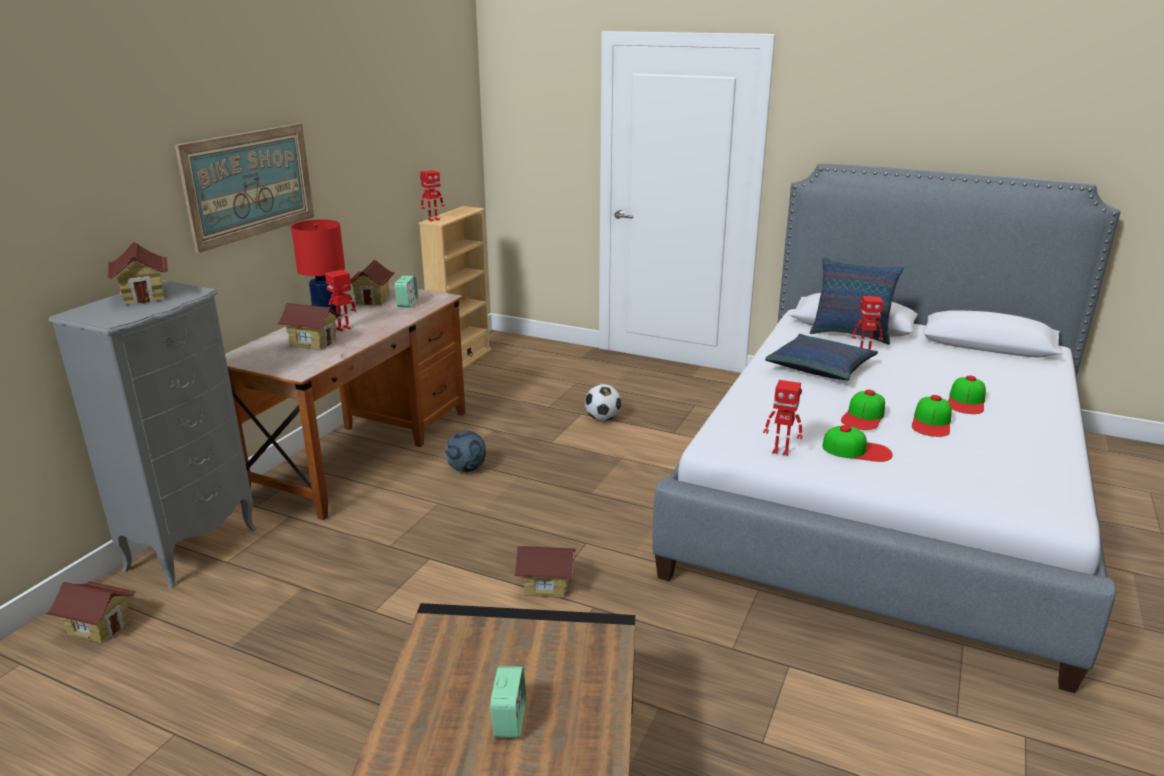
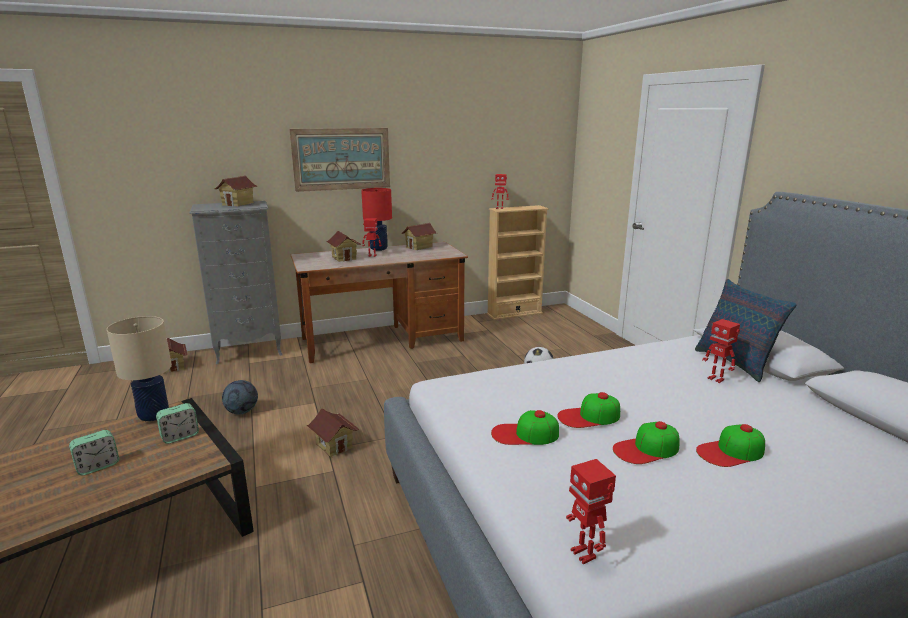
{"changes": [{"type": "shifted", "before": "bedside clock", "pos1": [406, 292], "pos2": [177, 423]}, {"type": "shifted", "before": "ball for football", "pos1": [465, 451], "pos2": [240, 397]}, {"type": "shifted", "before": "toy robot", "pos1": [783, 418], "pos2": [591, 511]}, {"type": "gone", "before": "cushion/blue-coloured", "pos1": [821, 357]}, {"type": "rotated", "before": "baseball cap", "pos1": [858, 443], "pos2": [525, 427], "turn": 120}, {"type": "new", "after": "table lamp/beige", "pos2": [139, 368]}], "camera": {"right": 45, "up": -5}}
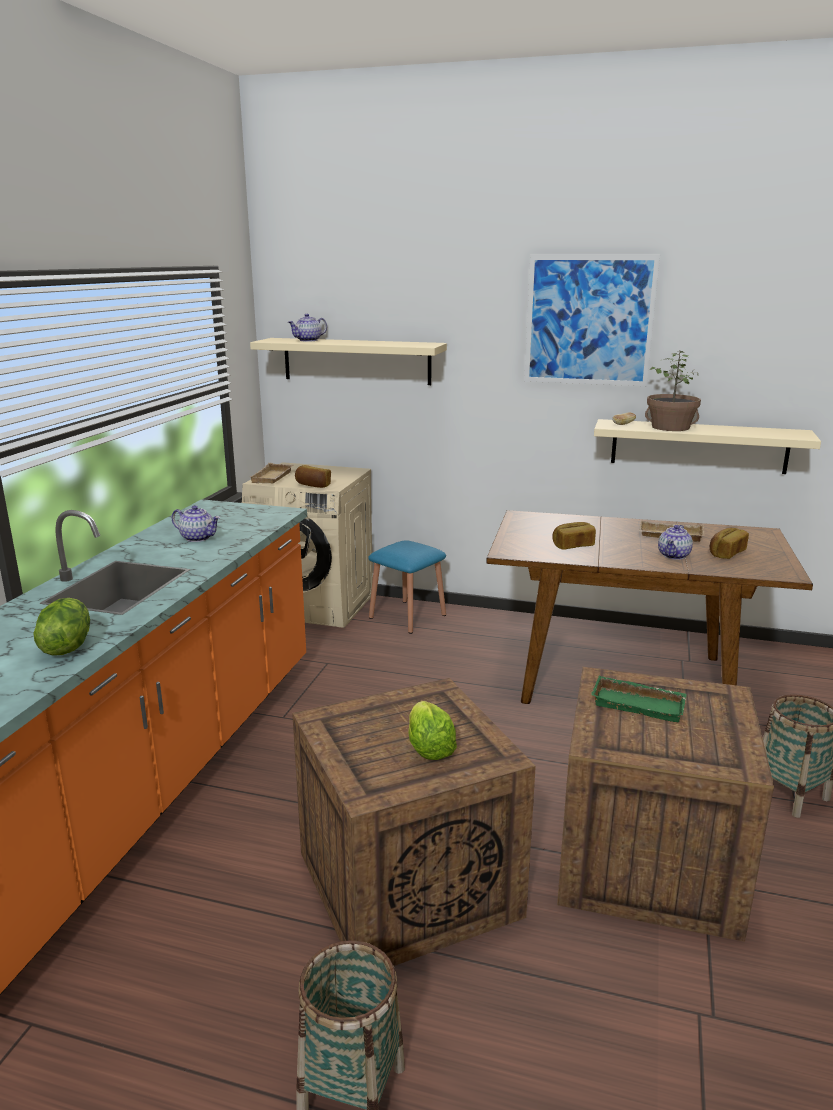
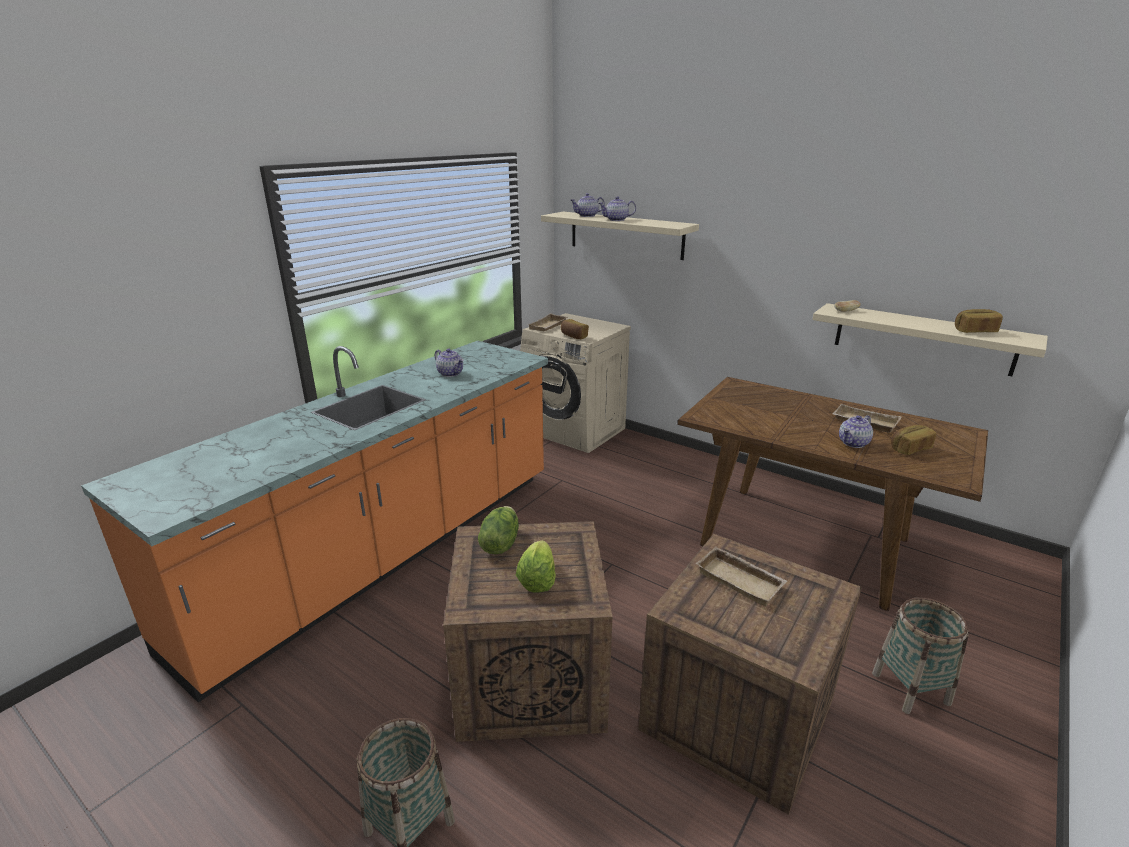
{"changes": [{"type": "shifted", "before": "head of lettuce", "pos1": [61, 626], "pos2": [498, 530]}, {"type": "gone", "before": "sitting stool/blue-coloured", "pos1": [407, 587]}, {"type": "gone", "before": "wall art", "pos1": [592, 320]}, {"type": "shifted", "before": "bakery bread", "pos1": [574, 536], "pos2": [979, 321]}, {"type": "repainted", "before": "serving tray/greenish", "after": "serving tray/beige", "pos1": [639, 699], "pos2": [741, 576]}, {"type": "gone", "before": "houseplant", "pos1": [673, 391]}, {"type": "new", "after": "teapot", "pos2": [617, 208]}], "camera": {"right": 20, "up": 5}}
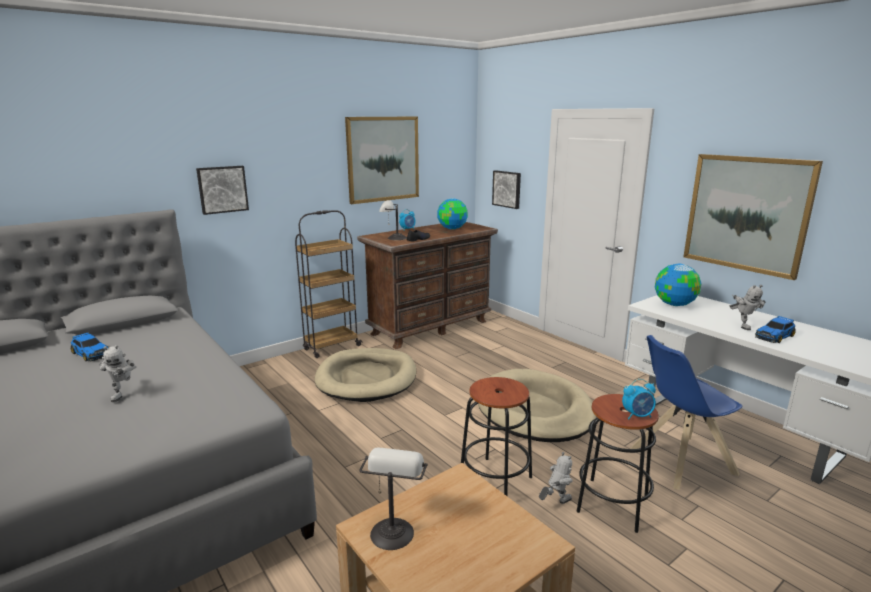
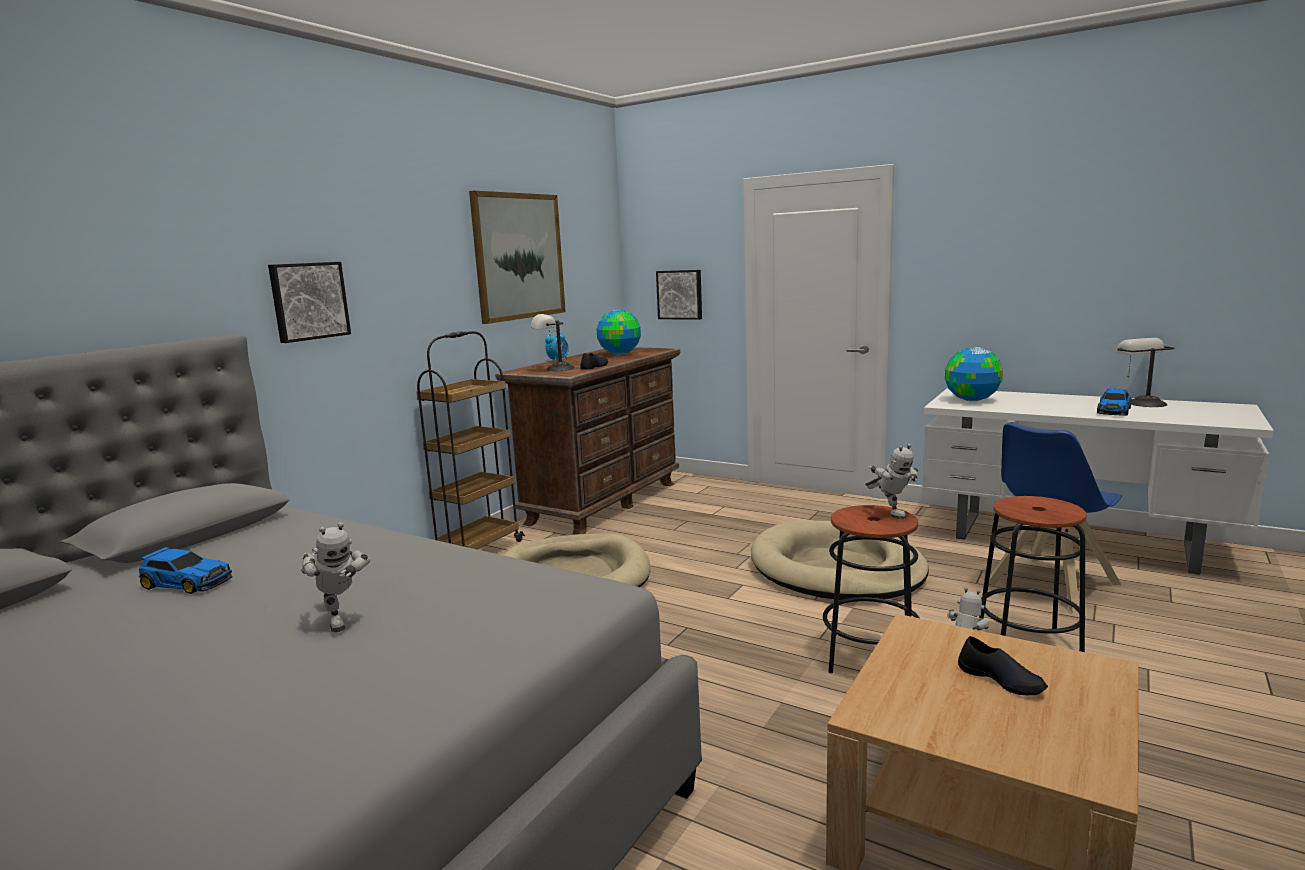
{"changes": [{"type": "shifted", "before": "table lamp", "pos1": [393, 499], "pos2": [1144, 372]}, {"type": "gone", "before": "bedside clock", "pos1": [639, 399]}, {"type": "gone", "before": "wall art", "pos1": [753, 217]}, {"type": "shifted", "before": "toy robot", "pos1": [748, 307], "pos2": [891, 481]}, {"type": "new", "after": "item of footwear/black-coloured", "pos2": [1003, 665]}], "camera": {"right": -20, "up": -5}}
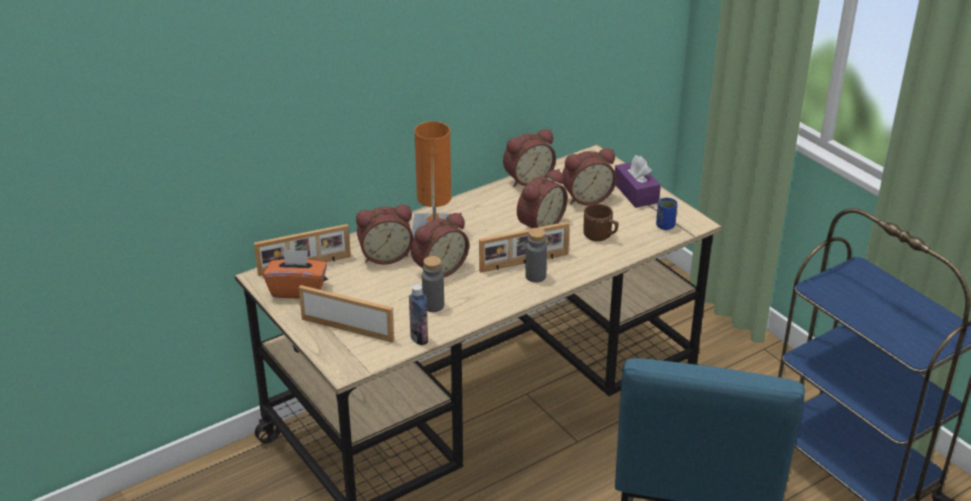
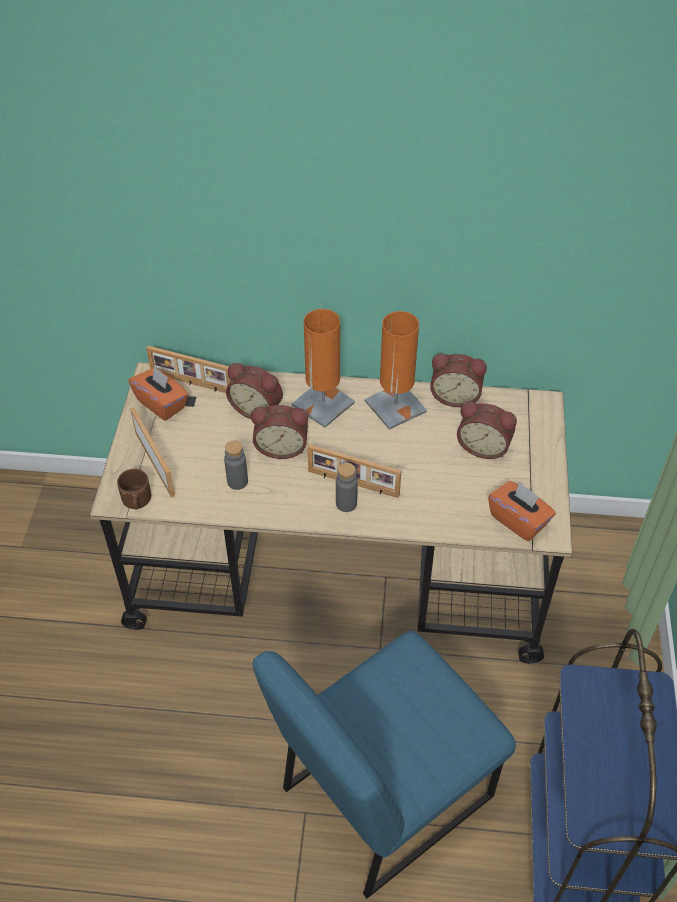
{"changes": [{"type": "gone", "before": "beverage bottle", "pos1": [418, 314]}, {"type": "gone", "before": "bedside clock", "pos1": [542, 198]}, {"type": "shifted", "before": "coffee mug/brownish", "pos1": [600, 222], "pos2": [134, 489]}, {"type": "gone", "before": "tissue holder/purple-coloured", "pos1": [638, 181]}, {"type": "swapped", "before": "cup/blue-coloured", "after": "tissue holder/orange", "pos1": [666, 214], "pos2": [522, 511]}, {"type": "new", "after": "table lamp/orange", "pos2": [396, 370]}], "camera": {"right": 40, "up": 15}}
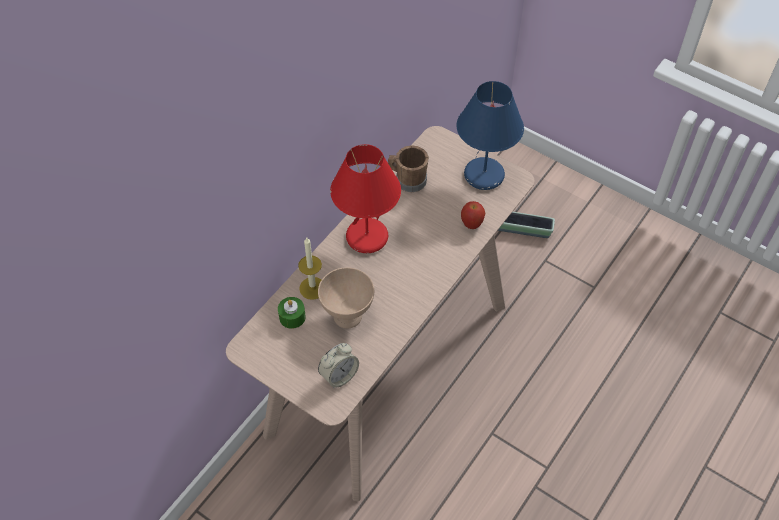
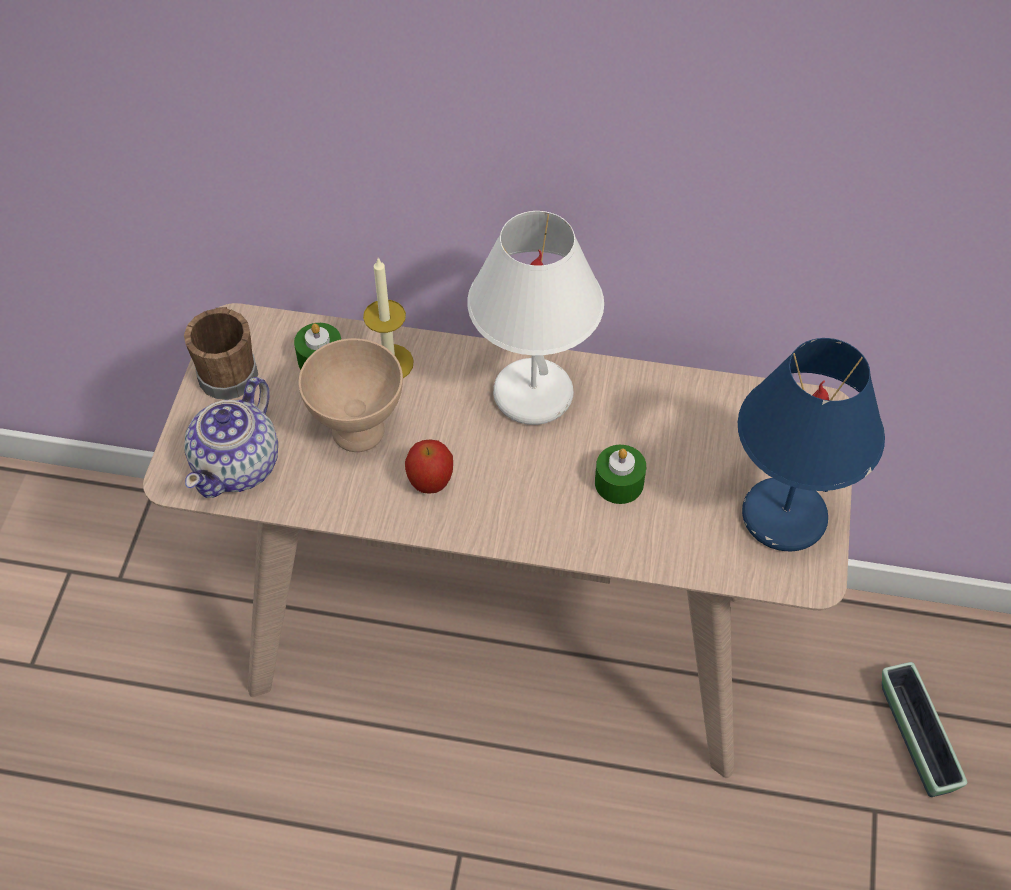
{"changes": [{"type": "swapped", "before": "bedside clock", "after": "teapot", "pos1": [338, 365], "pos2": [231, 437]}, {"type": "repainted", "before": "table lamp/red-coloured", "after": "table lamp/white-coloured", "pos1": [365, 198], "pos2": [535, 318]}, {"type": "shifted", "before": "coffee mug/brownish", "pos1": [408, 169], "pos2": [221, 353]}, {"type": "shifted", "before": "whole apple", "pos1": [473, 215], "pos2": [429, 466]}, {"type": "new", "after": "wax light/greenish", "pos2": [620, 474]}], "camera": {"right": 65, "up": 0}}
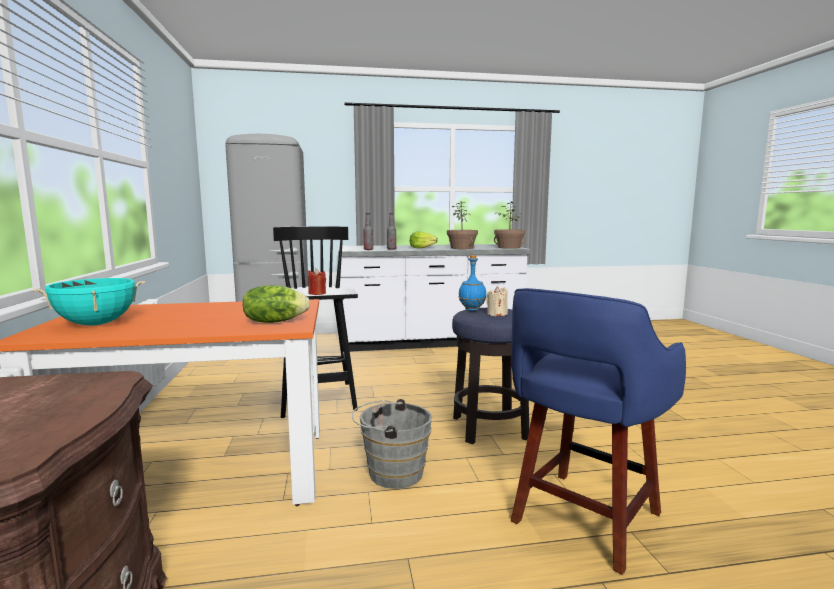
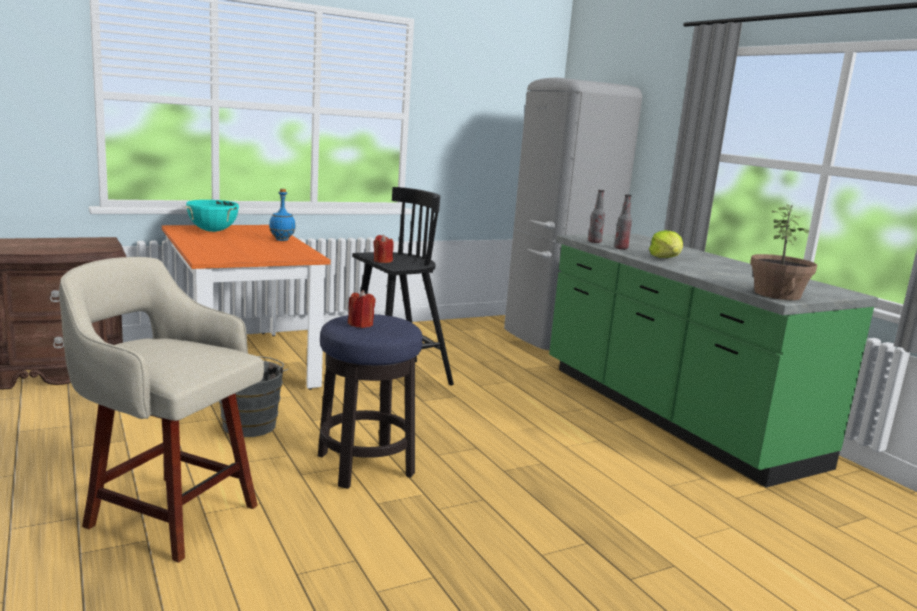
{"changes": [{"type": "gone", "before": "head of lettuce", "pos1": [276, 304]}, {"type": "repainted", "before": "kitchen base unit/white-coloured", "after": "kitchen base unit/greenish", "pos1": [434, 297], "pos2": [713, 361]}, {"type": "gone", "before": "houseplant", "pos1": [462, 225]}, {"type": "shifted", "before": "beverage bottle/blue-coloured", "pos1": [472, 283], "pos2": [282, 215]}, {"type": "repainted", "before": "wax light/beige", "after": "wax light/red-coloured", "pos1": [497, 301], "pos2": [362, 309]}, {"type": "repainted", "before": "sitting stool/blue-coloured", "after": "sitting stool/beige", "pos1": [598, 431], "pos2": [161, 410]}], "camera": {"right": 70, "up": 5}}
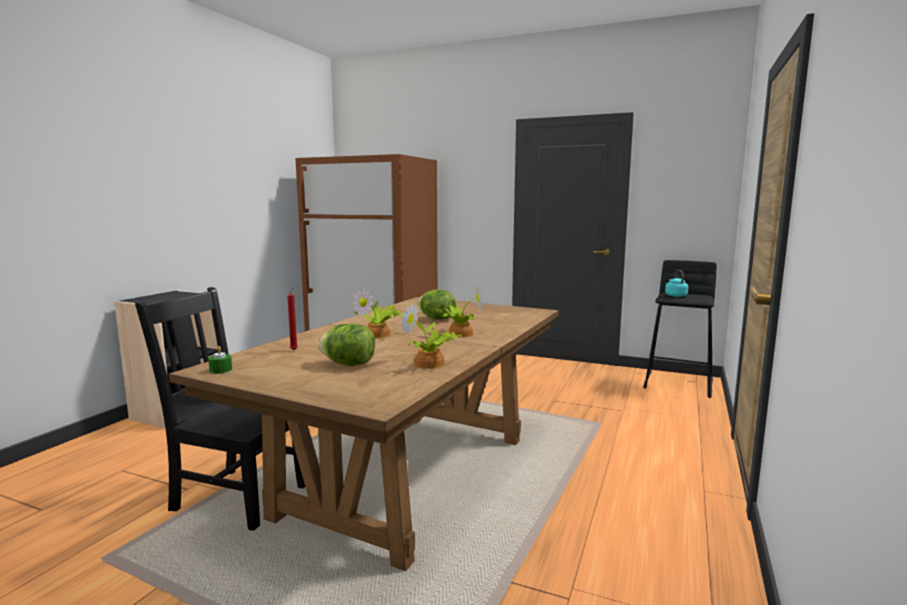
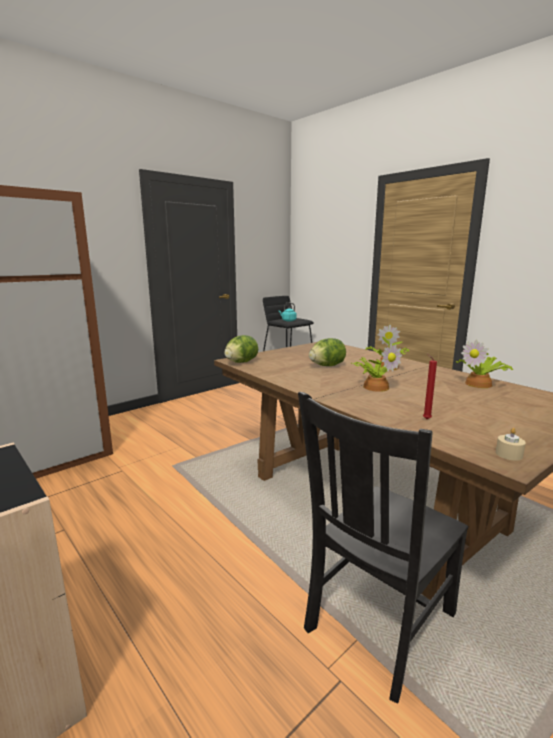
{"changes": [{"type": "repainted", "before": "wax light/greenish", "after": "wax light/beige", "pos1": [220, 360], "pos2": [511, 444]}, {"type": "shifted", "before": "head of lettuce", "pos1": [346, 345], "pos2": [241, 349]}], "camera": {"right": -65, "up": 5}}
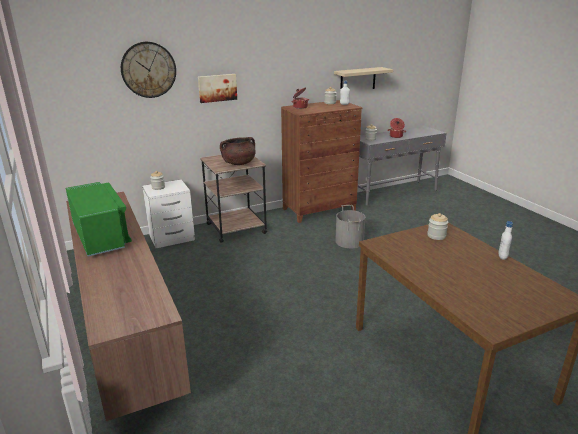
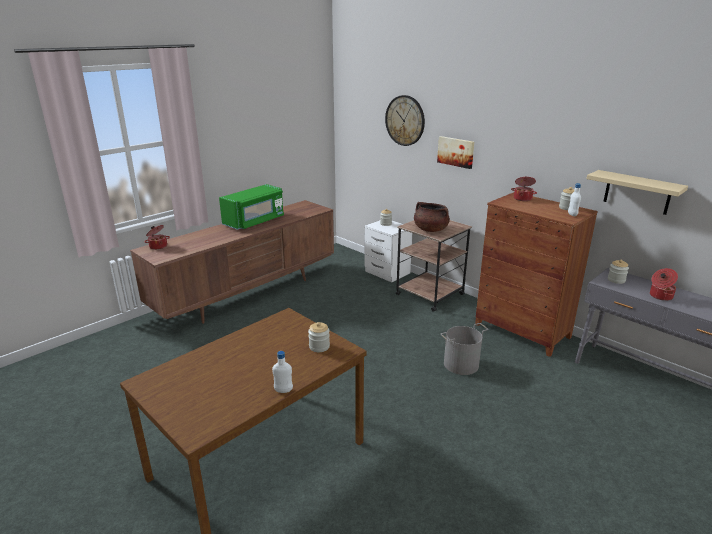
{"changes": [{"type": "new", "after": "saucepot", "pos2": [157, 237]}], "camera": {"right": 70, "up": 0}}
